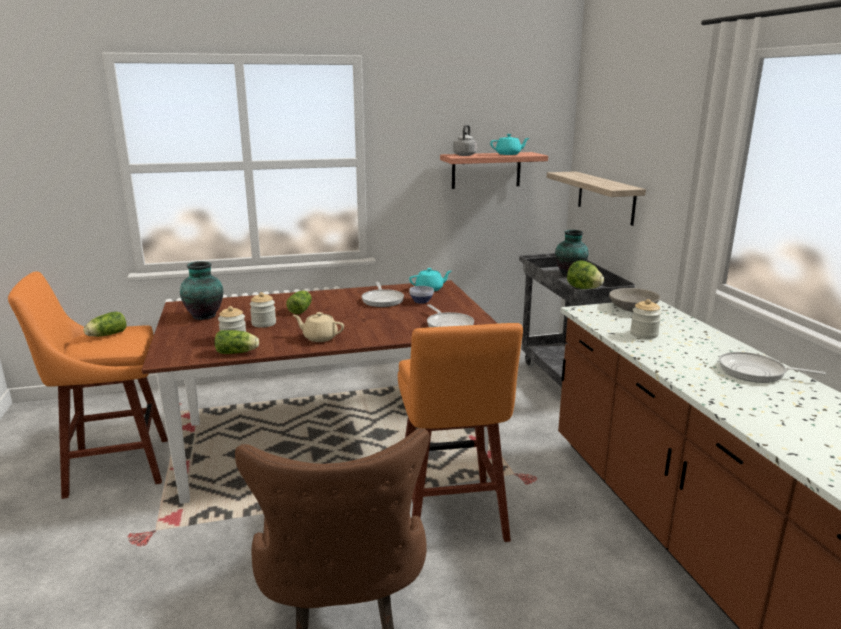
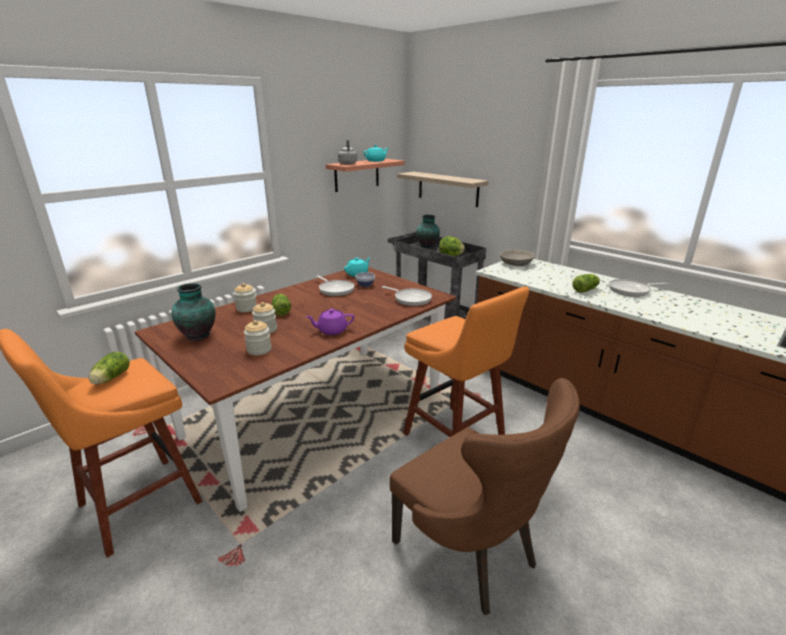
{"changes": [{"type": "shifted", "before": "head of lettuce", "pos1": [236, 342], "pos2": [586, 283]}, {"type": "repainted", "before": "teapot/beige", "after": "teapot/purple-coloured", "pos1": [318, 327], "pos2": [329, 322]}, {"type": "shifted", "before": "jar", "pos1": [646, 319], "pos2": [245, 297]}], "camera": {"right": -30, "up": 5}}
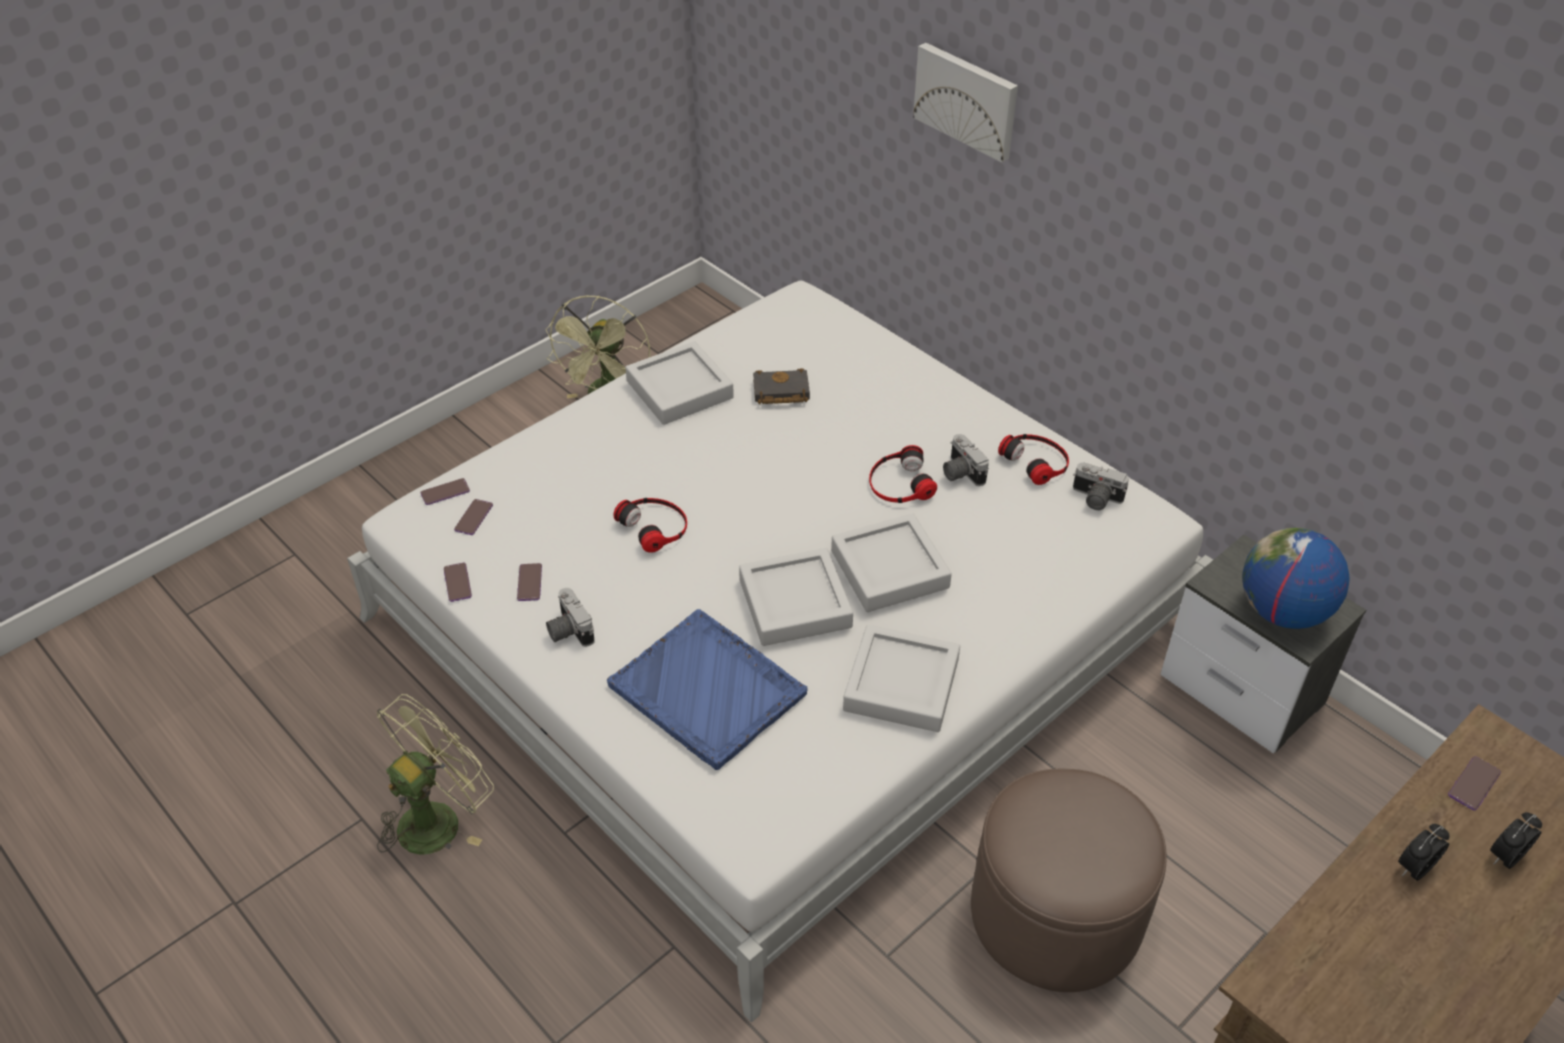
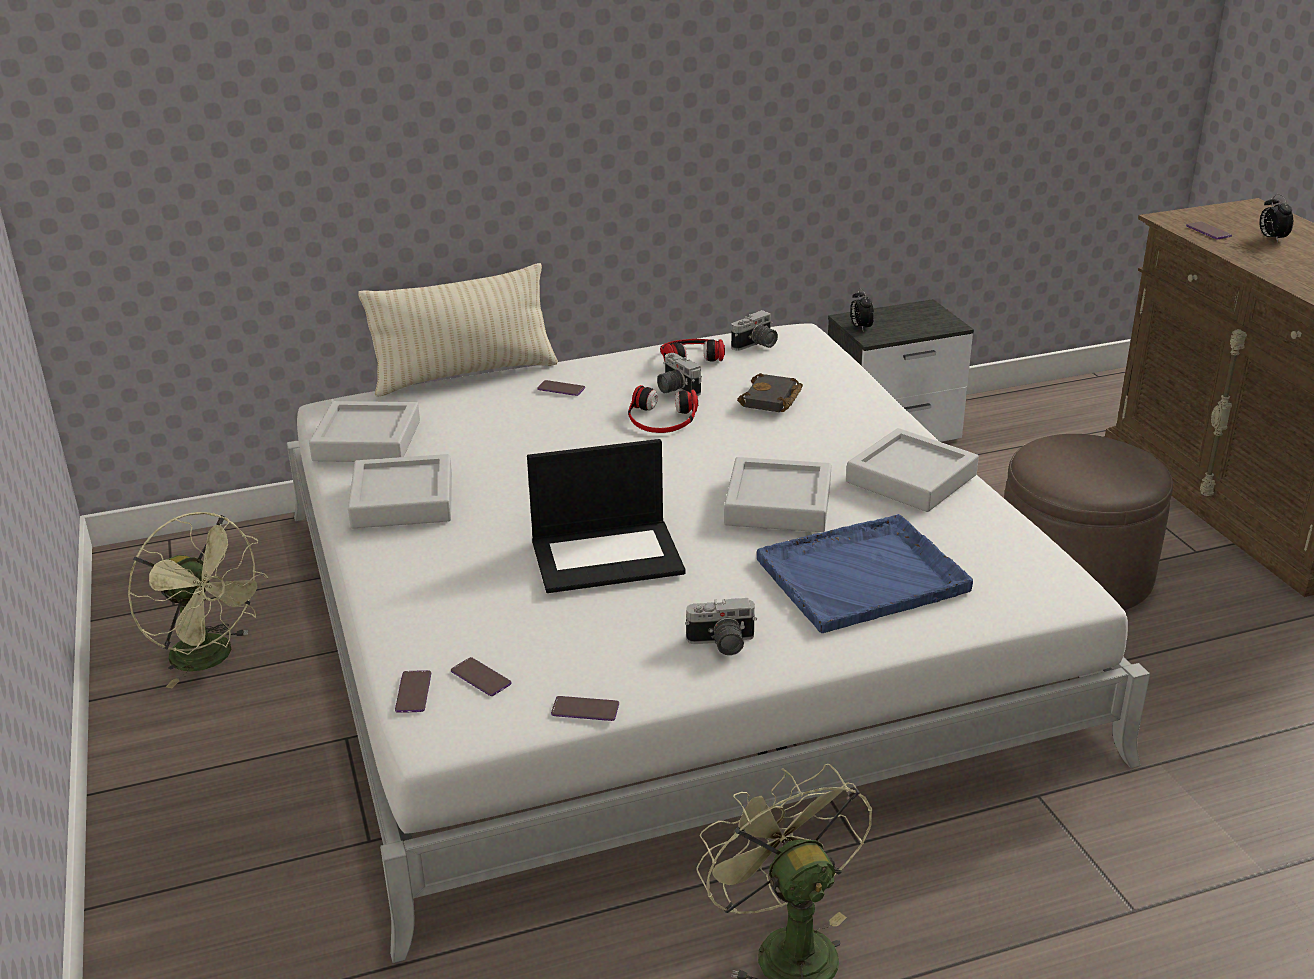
{"changes": [{"type": "shifted", "before": "phone", "pos1": [529, 582], "pos2": [561, 388]}, {"type": "swapped", "before": "pair of headphones", "after": "laptop", "pos1": [650, 525], "pos2": [606, 516]}, {"type": "shifted", "before": "volume/black-coloured", "pos1": [781, 386], "pos2": [770, 392]}, {"type": "shifted", "before": "serving tray/greyish", "pos1": [891, 563], "pos2": [364, 431]}, {"type": "gone", "before": "wall art", "pos1": [965, 102]}, {"type": "rotated", "before": "still camera", "pos1": [966, 460], "pos2": [679, 374], "turn": 60}, {"type": "gone", "before": "desk globe", "pos1": [1296, 578]}, {"type": "shifted", "before": "bedside clock", "pos1": [1424, 852], "pos2": [862, 310]}, {"type": "new", "after": "cushion/beige", "pos2": [458, 330]}], "camera": {"right": -65, "up": -15}}
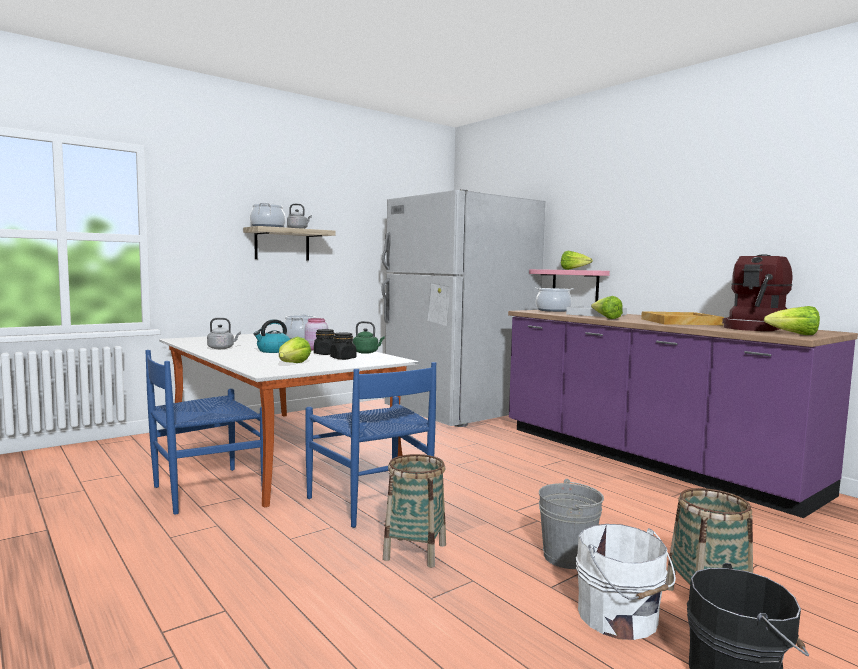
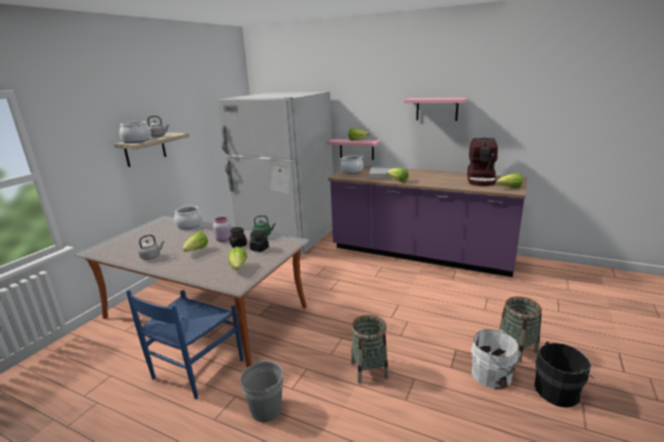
{"changes": [{"type": "swapped", "before": "tea kettle", "after": "head of lettuce", "pos1": [271, 336], "pos2": [195, 242]}, {"type": "gone", "before": "plain chair/blue-coloured", "pos1": [371, 445]}, {"type": "shifted", "before": "bucket/greyish", "pos1": [571, 524], "pos2": [261, 390]}, {"type": "gone", "before": "serving tray/beige", "pos1": [682, 318]}, {"type": "new", "after": "bracket shelf/pink", "pos2": [436, 109]}], "camera": {"right": -25, "up": 15}}
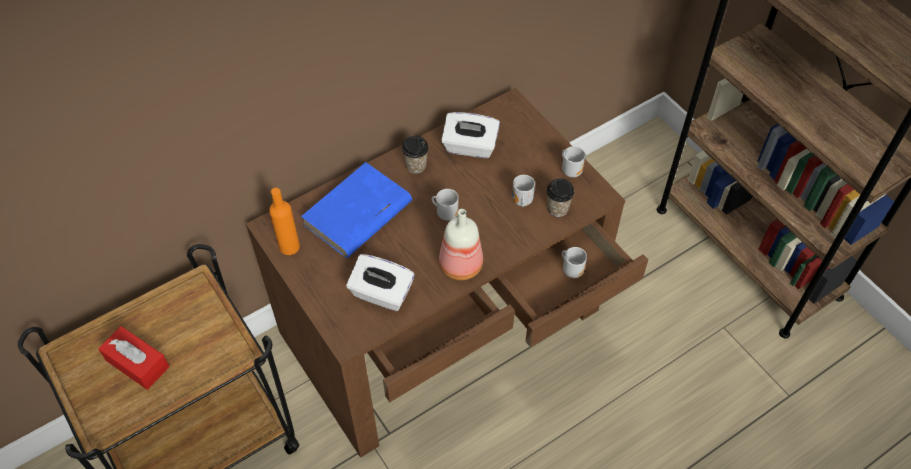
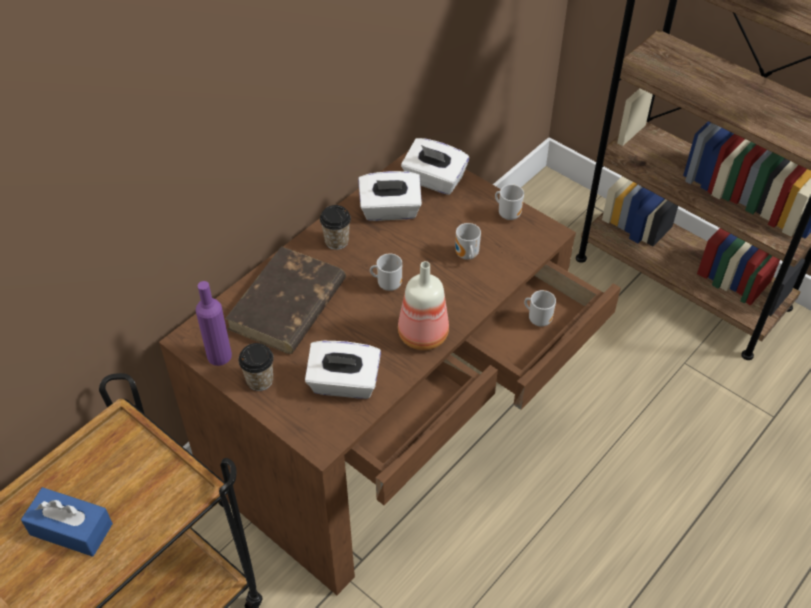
{"changes": [{"type": "repainted", "before": "tissue holder/red-coloured", "after": "tissue holder/blue-coloured", "pos1": [133, 358], "pos2": [67, 522]}, {"type": "repainted", "before": "beverage bottle/orange", "after": "beverage bottle/purple-coloured", "pos1": [284, 221], "pos2": [214, 323]}, {"type": "repainted", "before": "volume/blue-coloured", "after": "volume/brownish", "pos1": [356, 210], "pos2": [285, 300]}, {"type": "shifted", "before": "cup", "pos1": [560, 197], "pos2": [256, 367]}, {"type": "new", "after": "tissue holder/white-coloured", "pos2": [435, 166]}], "camera": {"right": -15, "up": -5}}
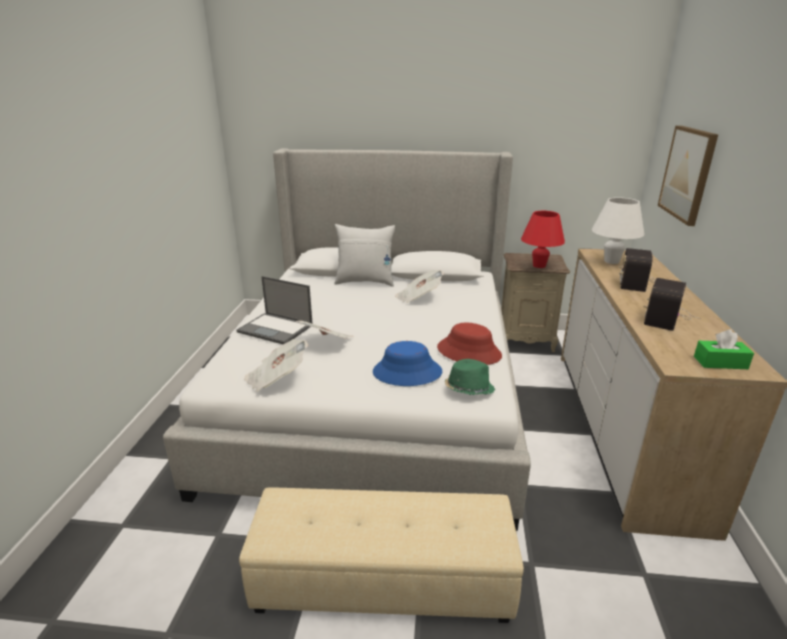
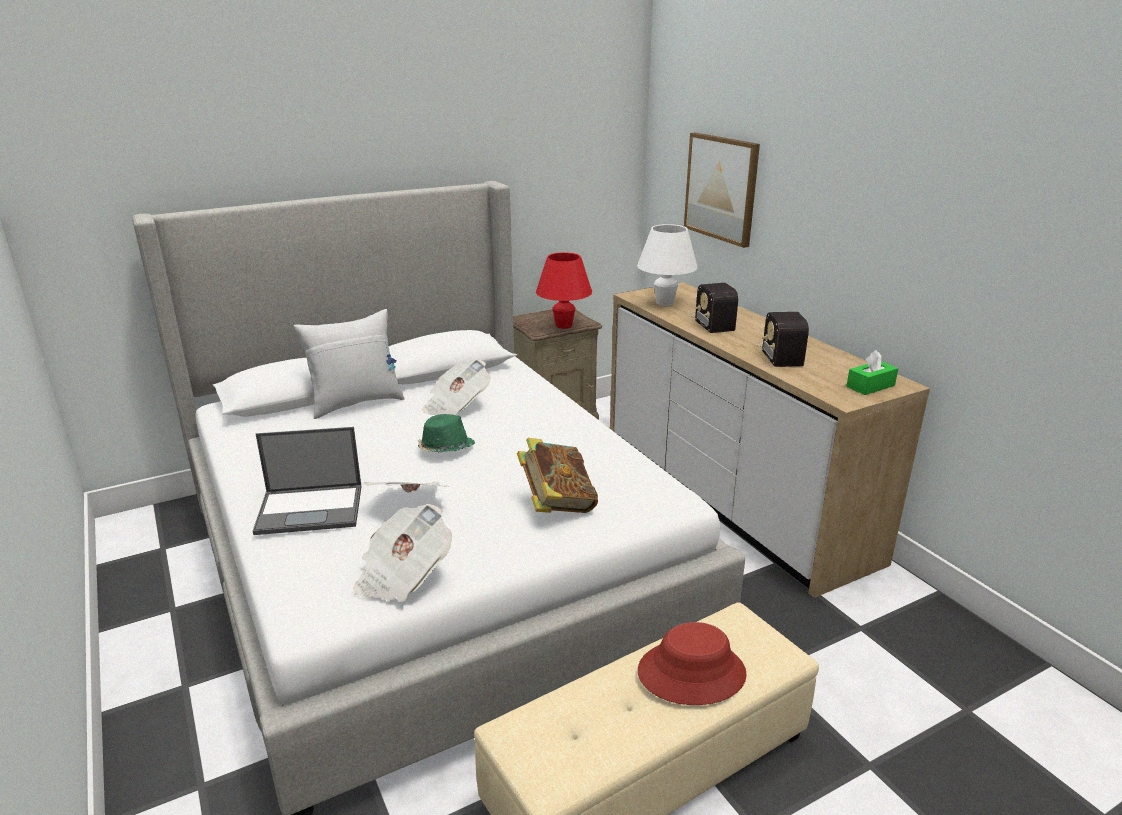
{"changes": [{"type": "swapped", "before": "wearable hat/blue-coloured", "after": "volume", "pos1": [407, 363], "pos2": [557, 475]}, {"type": "shifted", "before": "wearable hat/red-coloured", "pos1": [469, 344], "pos2": [692, 663]}, {"type": "shifted", "before": "wearable hat/greenish", "pos1": [470, 377], "pos2": [446, 433]}], "camera": {"right": -35, "up": 0}}
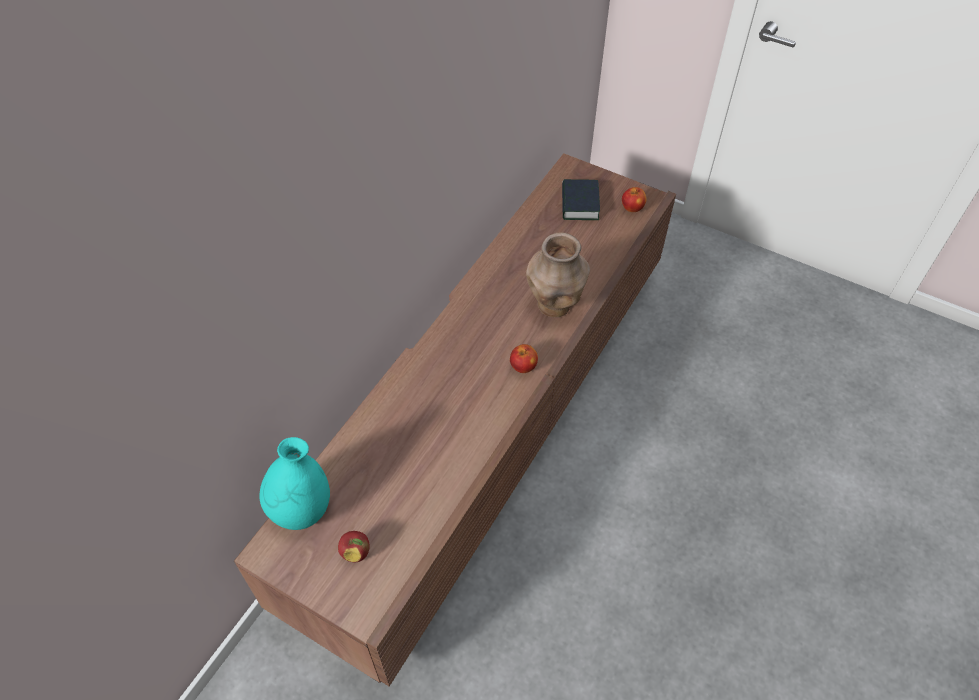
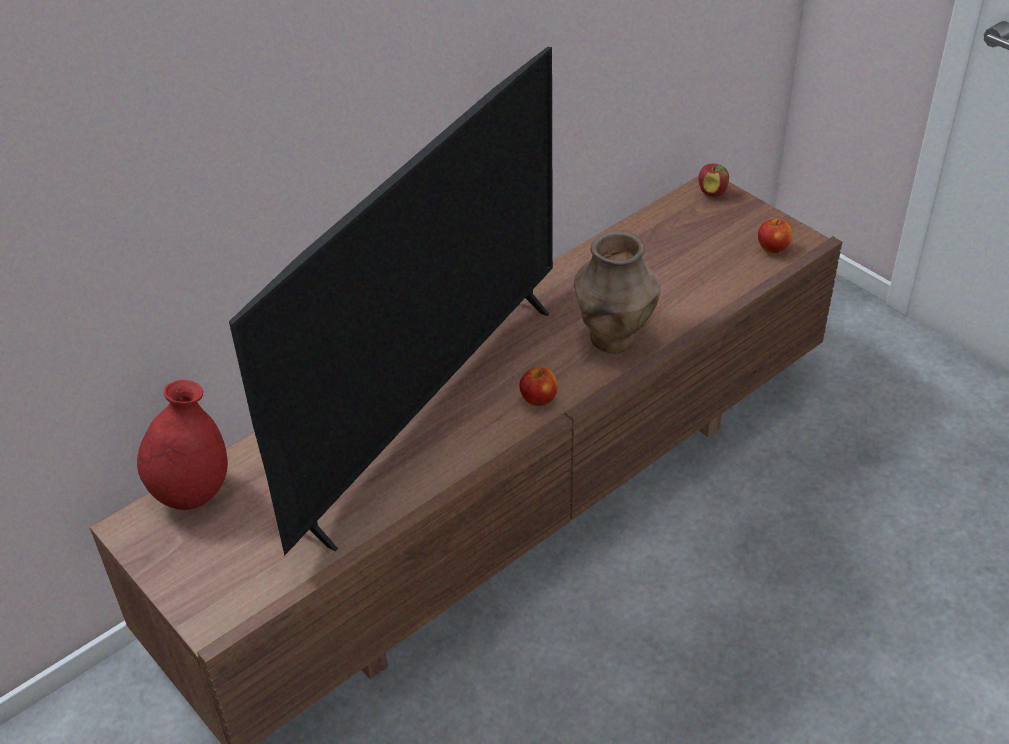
{"changes": [{"type": "repainted", "before": "decorative vase/turquoise-coloured", "after": "decorative vase/red-coloured", "pos1": [295, 483], "pos2": [182, 445]}, {"type": "shifted", "before": "whole apple", "pos1": [354, 546], "pos2": [713, 180]}, {"type": "gone", "before": "volume", "pos1": [581, 199]}, {"type": "new", "after": "TV set", "pos2": [391, 301]}], "camera": {"right": 20, "up": -10}}
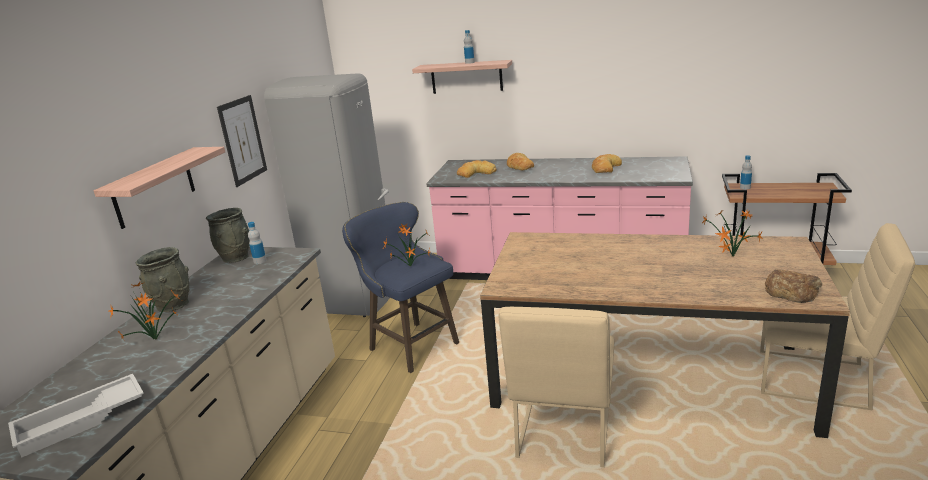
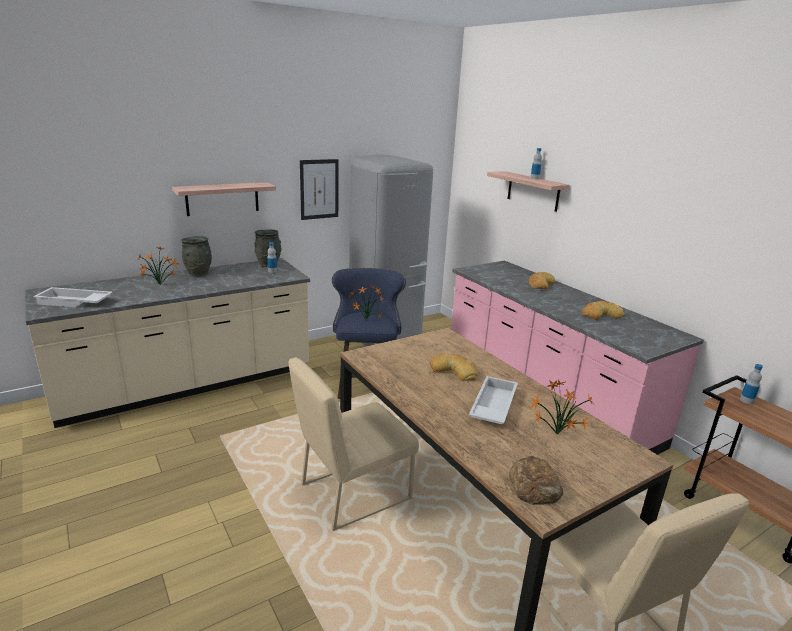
{"changes": [{"type": "shifted", "before": "bakery bread", "pos1": [477, 169], "pos2": [454, 367]}, {"type": "new", "after": "serving tray/white-coloured", "pos2": [493, 400]}], "camera": {"right": 40, "up": 0}}
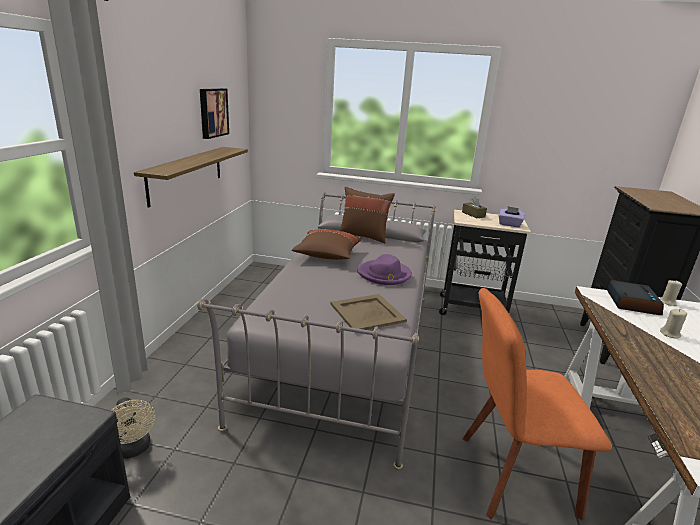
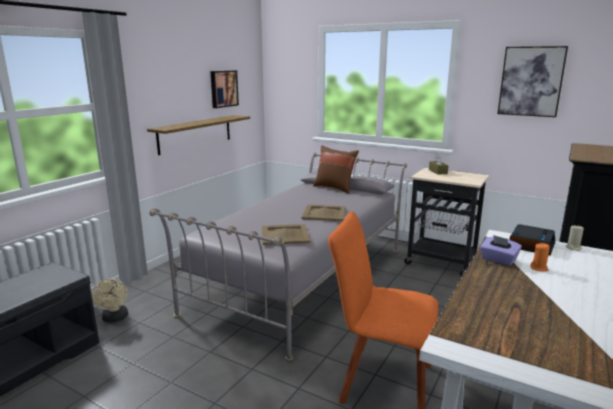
{"changes": [{"type": "gone", "before": "cushion/brownish", "pos1": [326, 244]}, {"type": "swapped", "before": "wearable hat/purple-coloured", "after": "serving tray/beige", "pos1": [384, 269], "pos2": [324, 213]}, {"type": "shifted", "before": "tissue holder/purple-coloured", "pos1": [512, 216], "pos2": [501, 250]}, {"type": "repainted", "before": "wax light/beige", "after": "wax light/orange", "pos1": [673, 323], "pos2": [540, 257]}, {"type": "new", "after": "wall art", "pos2": [533, 81]}], "camera": {"right": 20, "up": -5}}
